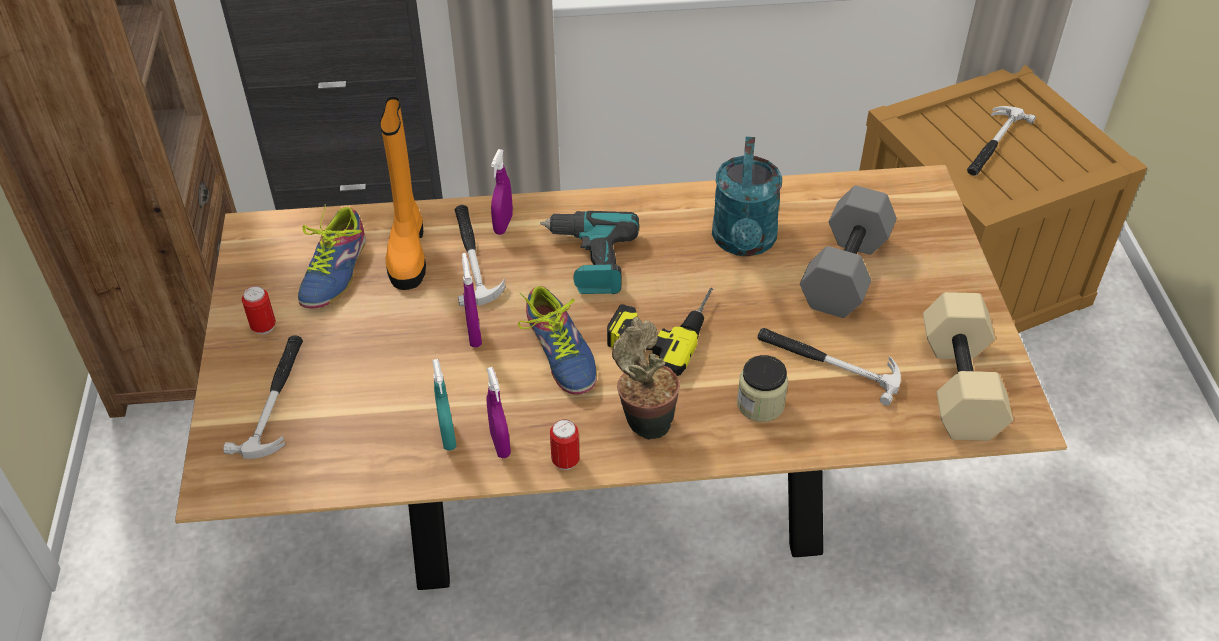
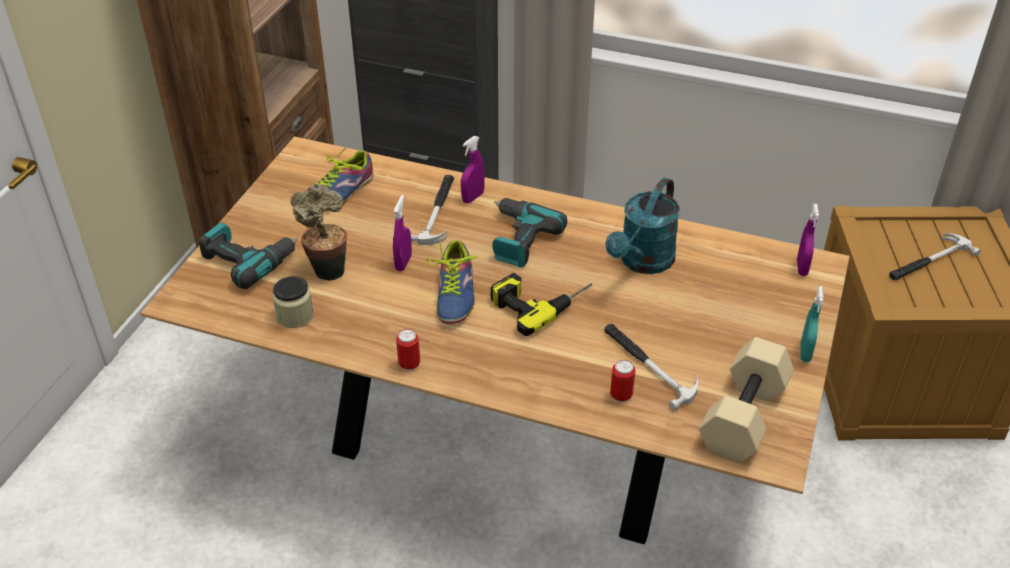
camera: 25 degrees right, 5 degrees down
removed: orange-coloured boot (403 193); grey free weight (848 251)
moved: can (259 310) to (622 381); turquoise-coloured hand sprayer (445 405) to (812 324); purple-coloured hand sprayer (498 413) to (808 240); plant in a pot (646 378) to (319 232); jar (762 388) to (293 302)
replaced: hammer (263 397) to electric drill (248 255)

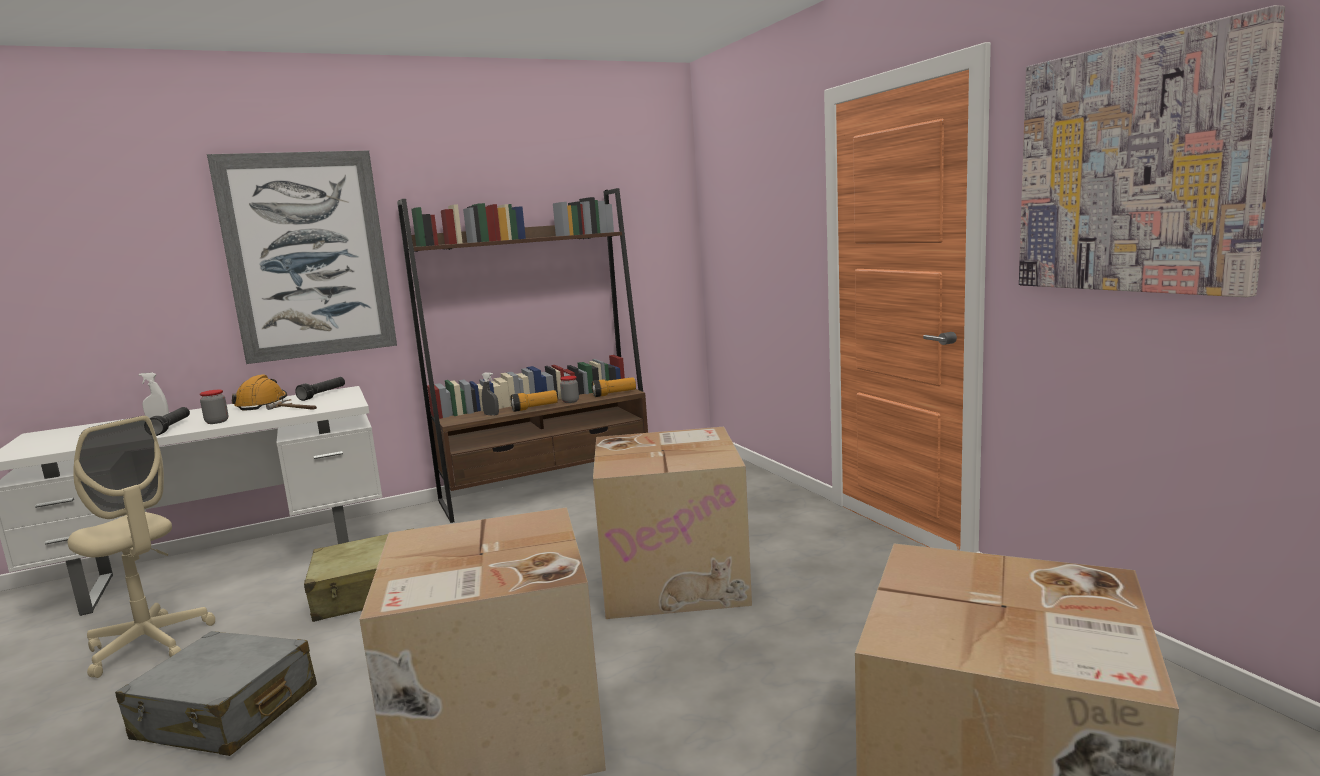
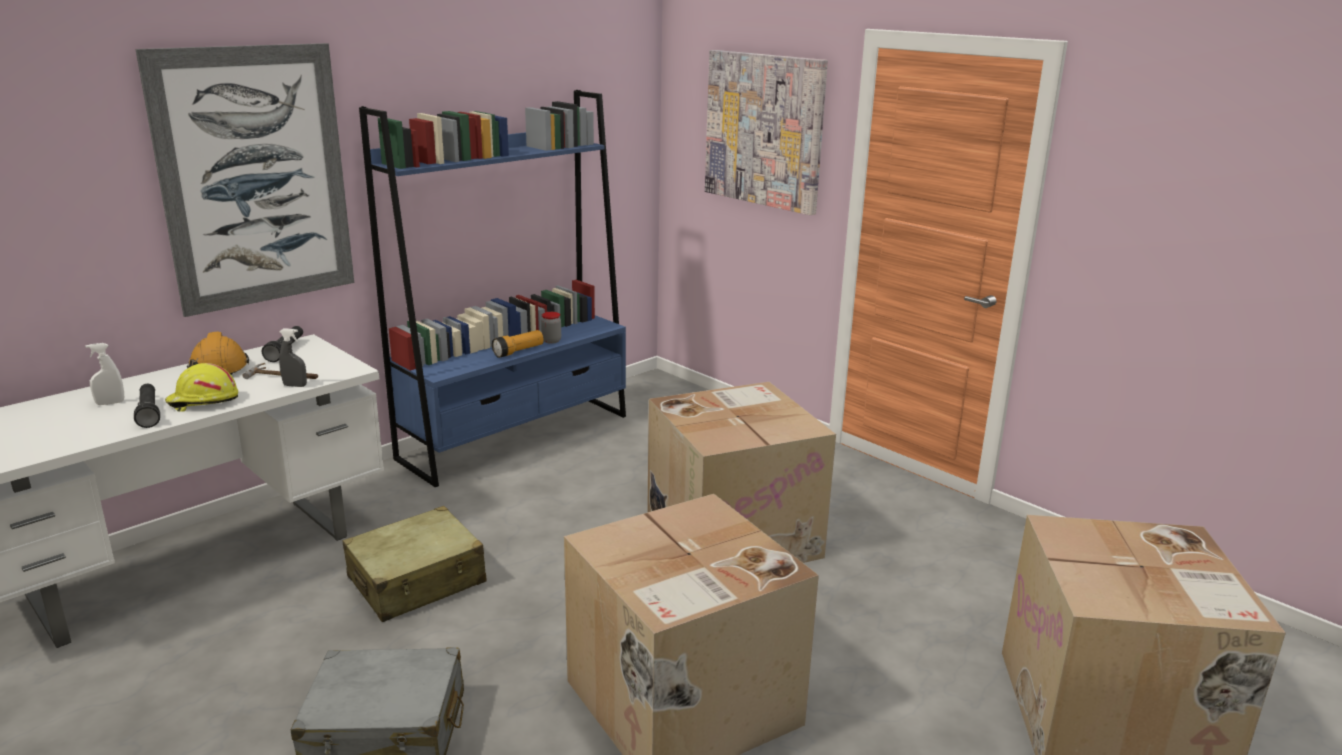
camera: 20 degrees left, 10 degrees up
removed: sand-coloured desk chair (141 547); torch (614 387)
moved: grey hand sprayer (490 394) to (293 357); wall art (1152 151) to (766 132)
replaced: jar (214 407) to yellowish safety helmet (201 387)
recoloured: brown-coloured bookcase (522 355) to blue bookcase (492 288)

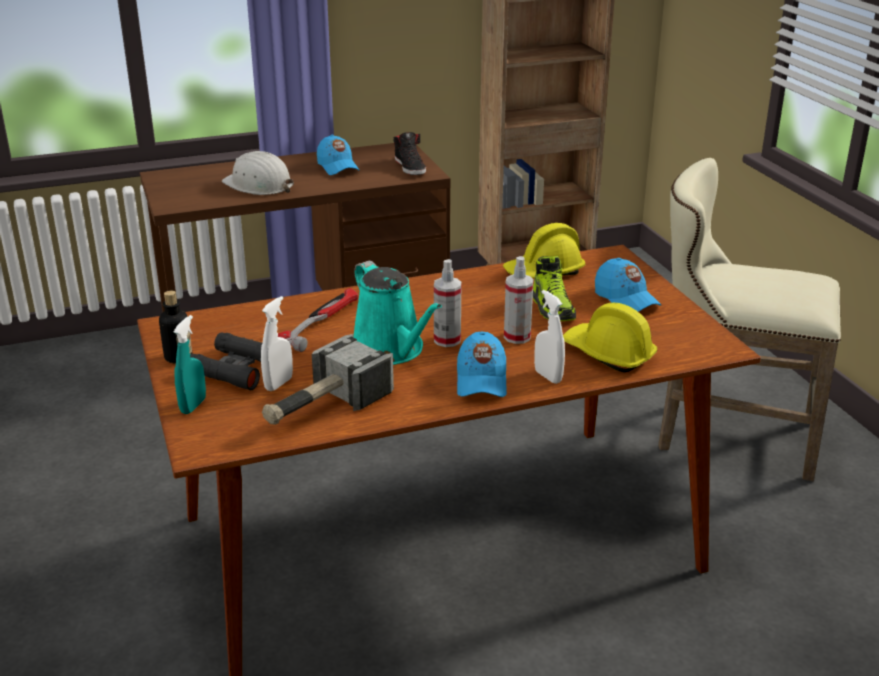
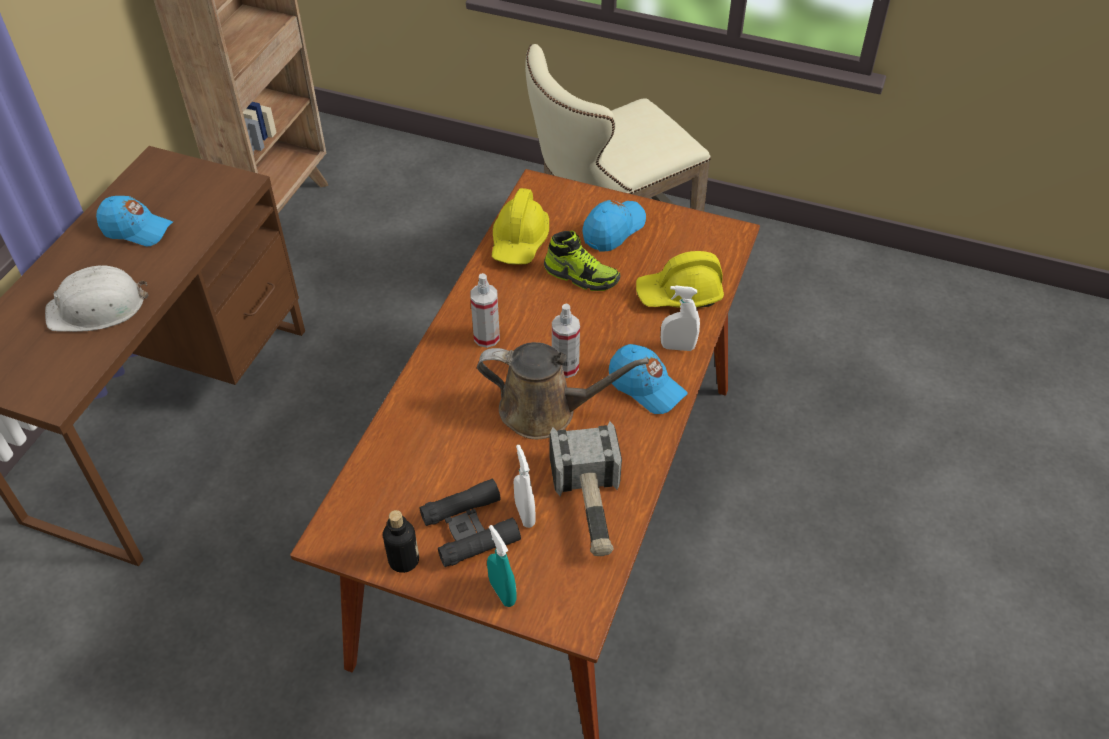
camera: 50 degrees left, 20 degrees up
removed: hammer (318 320); blackish low shoe (409 153)
moved: hand sprayer (519 300) to (485 310)
recoloured: turquoise-coloured watering pot (397 313) to brown-coloured watering pot (563 390)
turned: blue peaked cap (628 285) = (614 226) 60 degrees counterclockwise

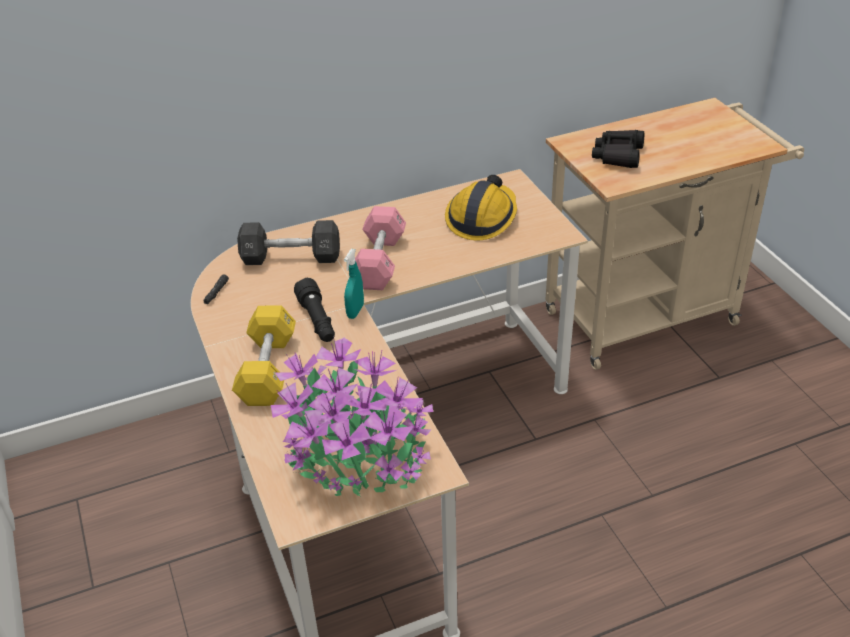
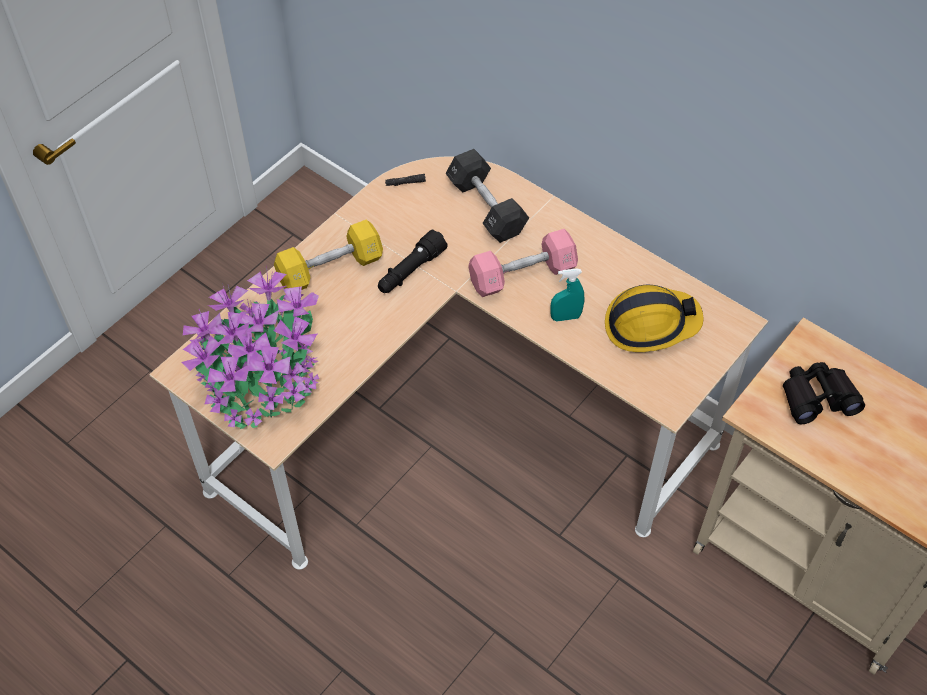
camera: 60 degrees right, 15 degrees up
moved: turquoise-coloured hand sprayer (354 284) to (567 294)

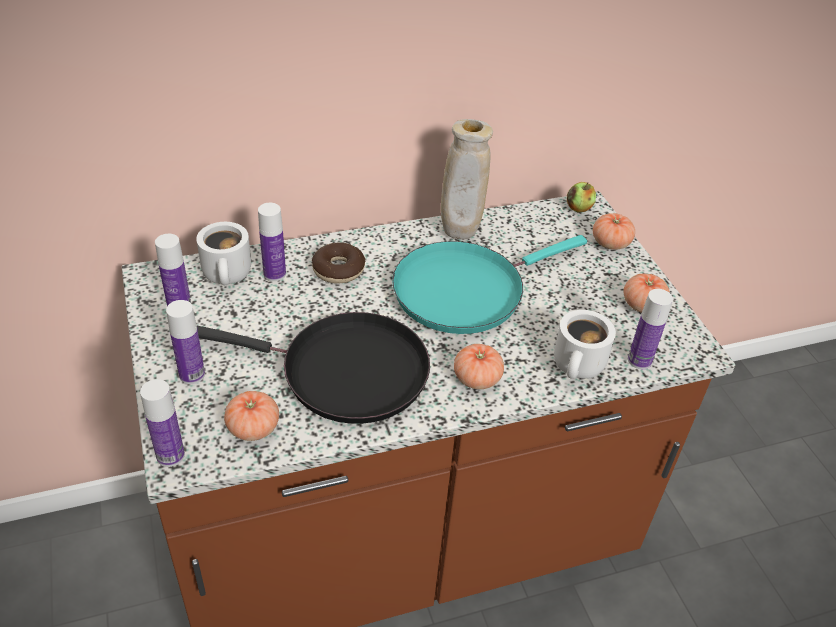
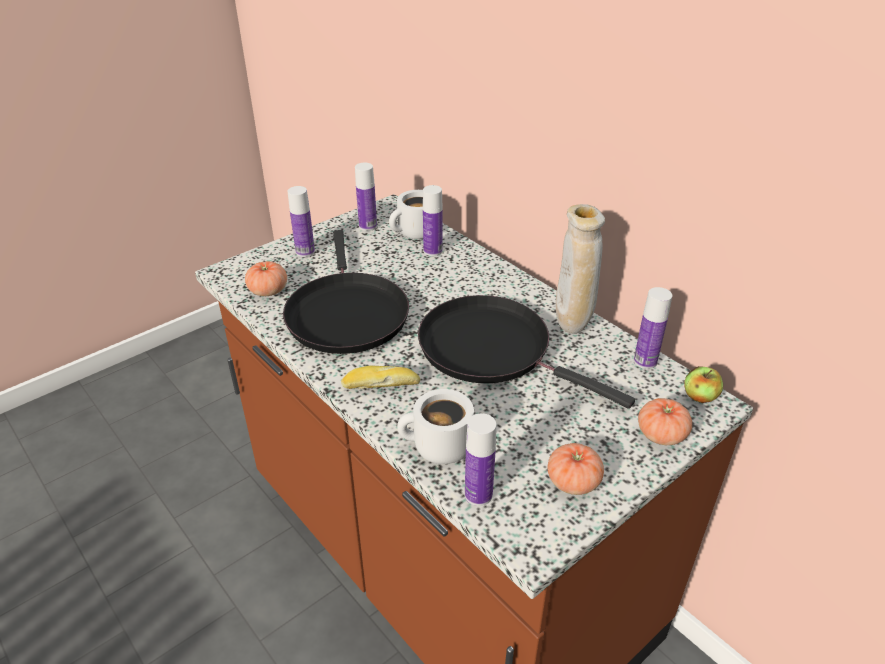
camera: 70 degrees right, 5 degrees down
removed: donut (339 263)
moved: drink bottle (162 423) to (653 328)
replaced: whole tomato (479 366) to baked bread (380 377)
recoloured: turquoise-coloured skillet (489 284) to blackish skillet (526 352)

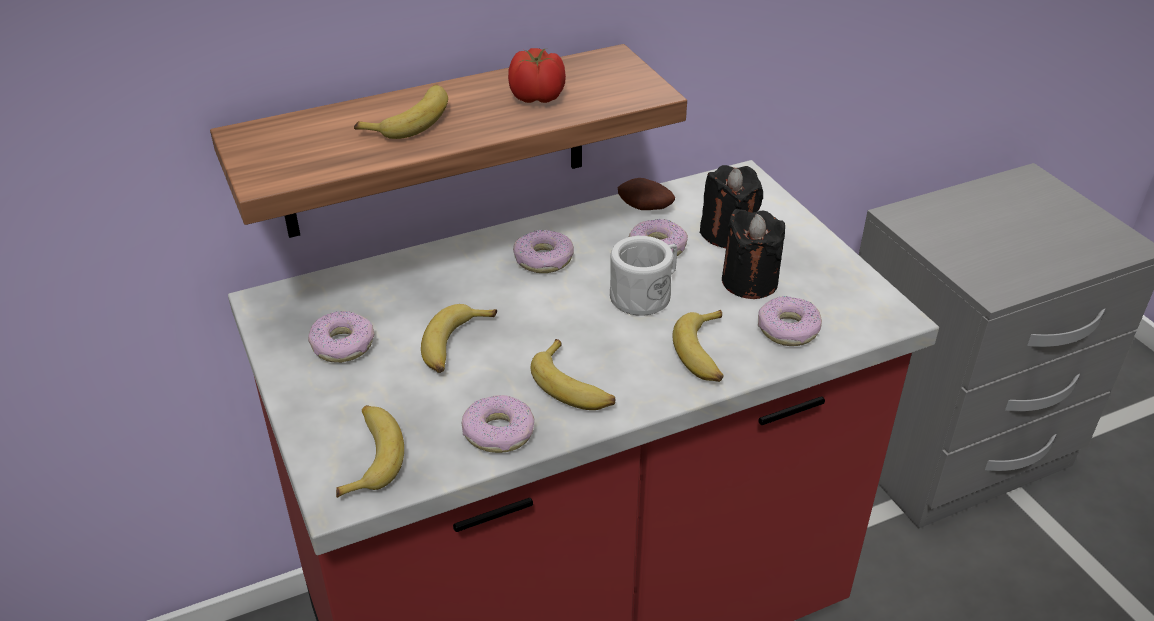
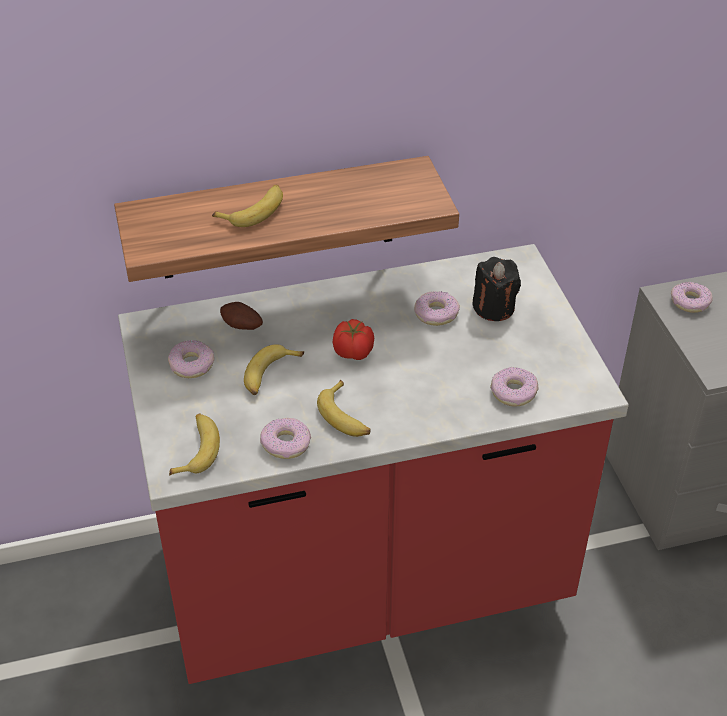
camera: 10 degrees right, 5 degrees up
removed: whitish coffee mug (643 276); banana (697 346); blackish candle (753 254)
moved: whole tomato (537 75) to (353 339); donut (543 251) to (692 297); whole potato (646 194) to (241 316)

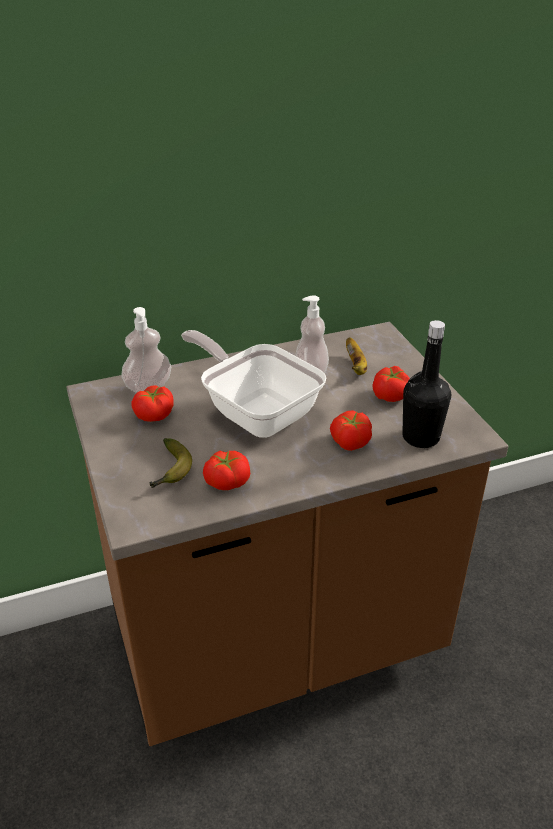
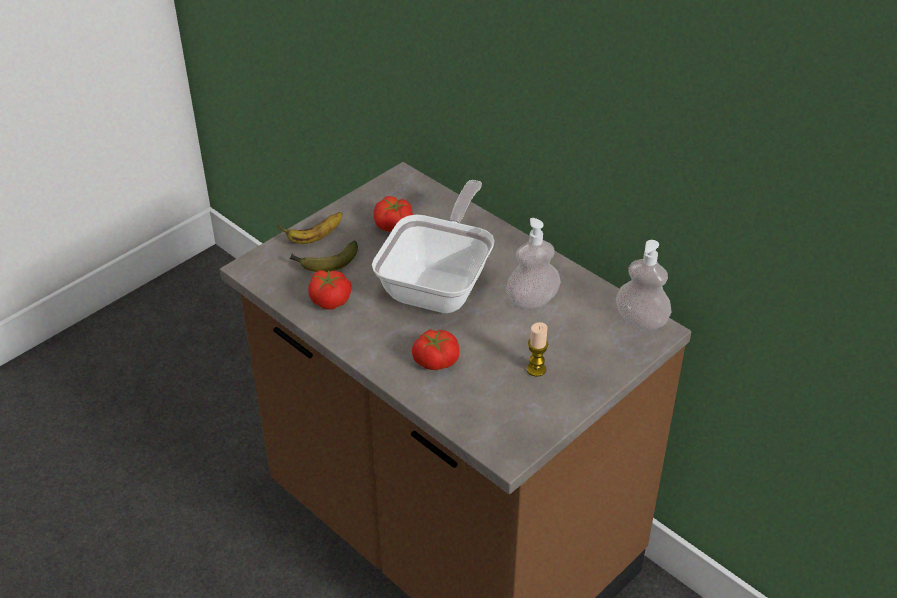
camera: 65 degrees right, 5 degrees up
removed: blackish drink bottle (426 384)
moved: soap bottle (146 350) to (644 285); banana (356 356) to (310 228)
replaced: whole tomato (391 384) to candle (537 349)

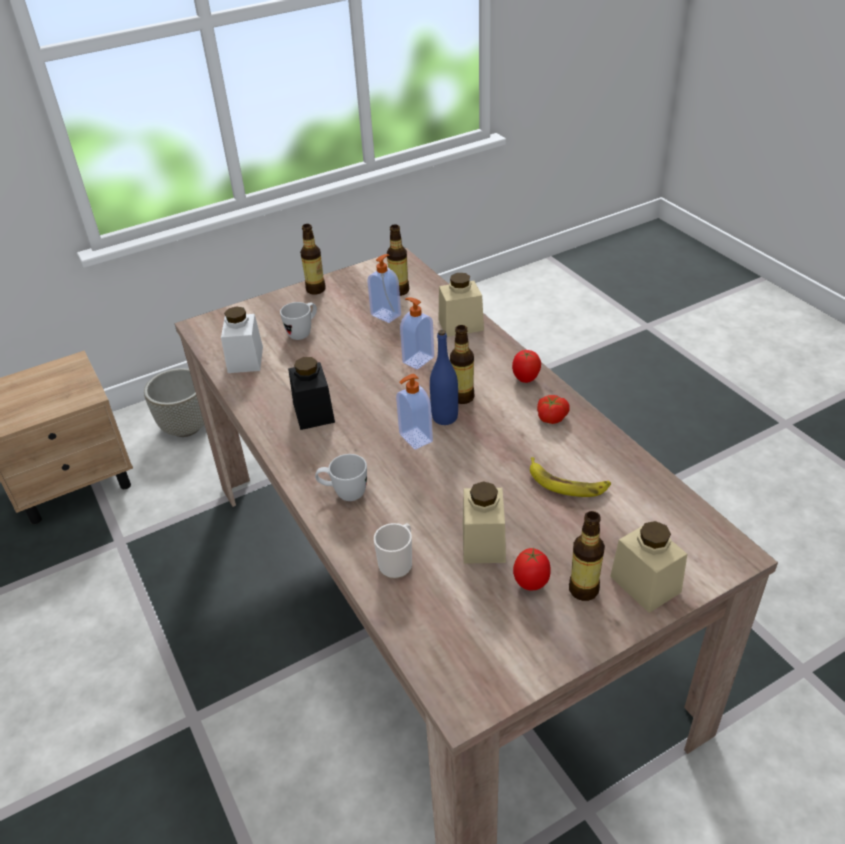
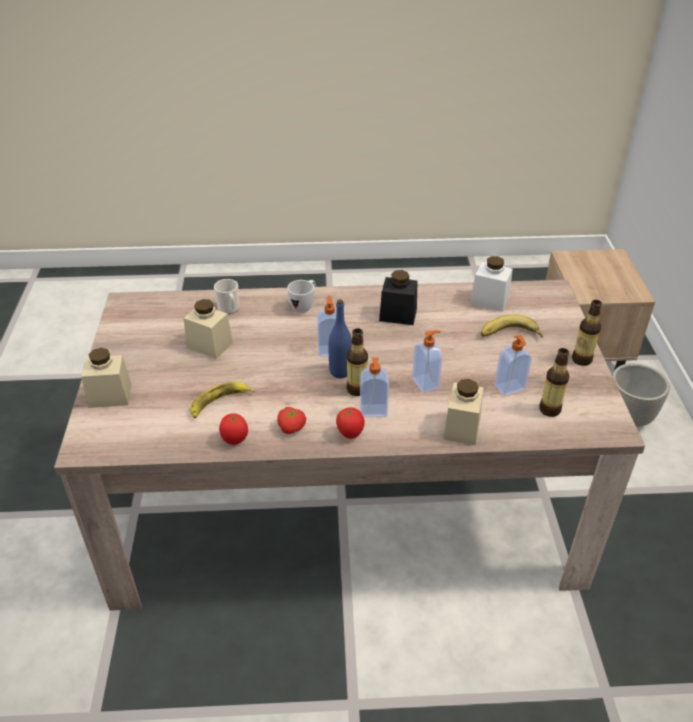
camera: 115 degrees right, 0 degrees up
removed: drink bottle (587 556)
added: soap bottle (374 387)
moved: whole tomato (532 569) to (233 429)
replaced: whitish coffee mug (298 321) to banana (512 326)

